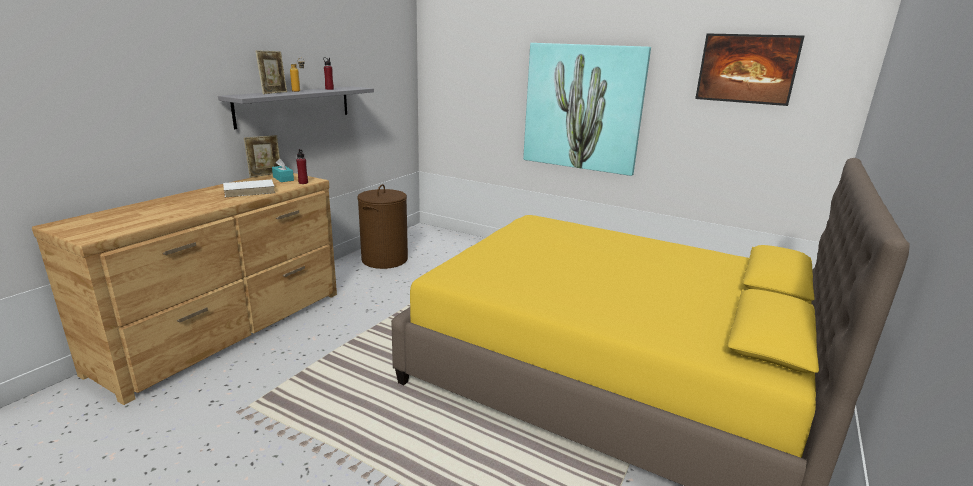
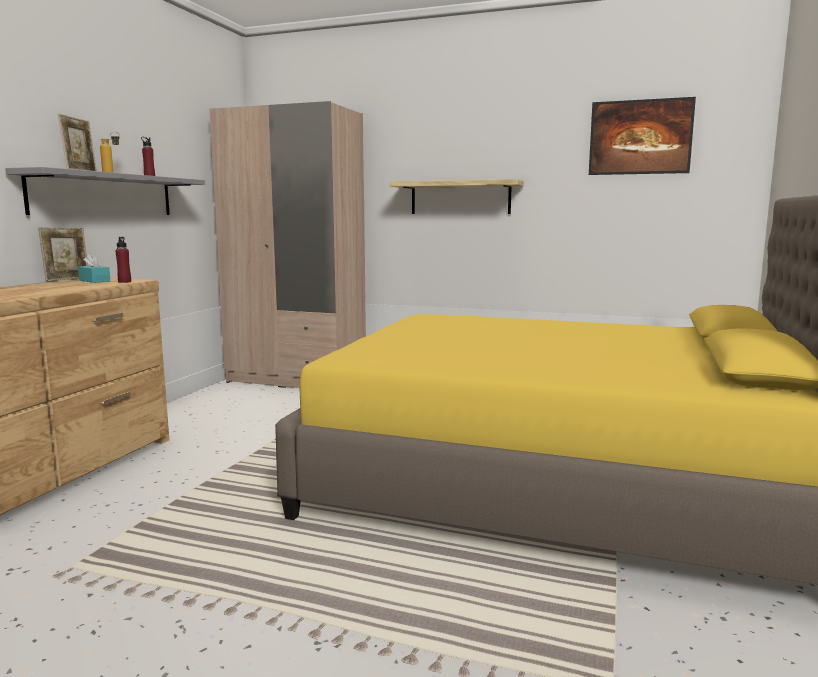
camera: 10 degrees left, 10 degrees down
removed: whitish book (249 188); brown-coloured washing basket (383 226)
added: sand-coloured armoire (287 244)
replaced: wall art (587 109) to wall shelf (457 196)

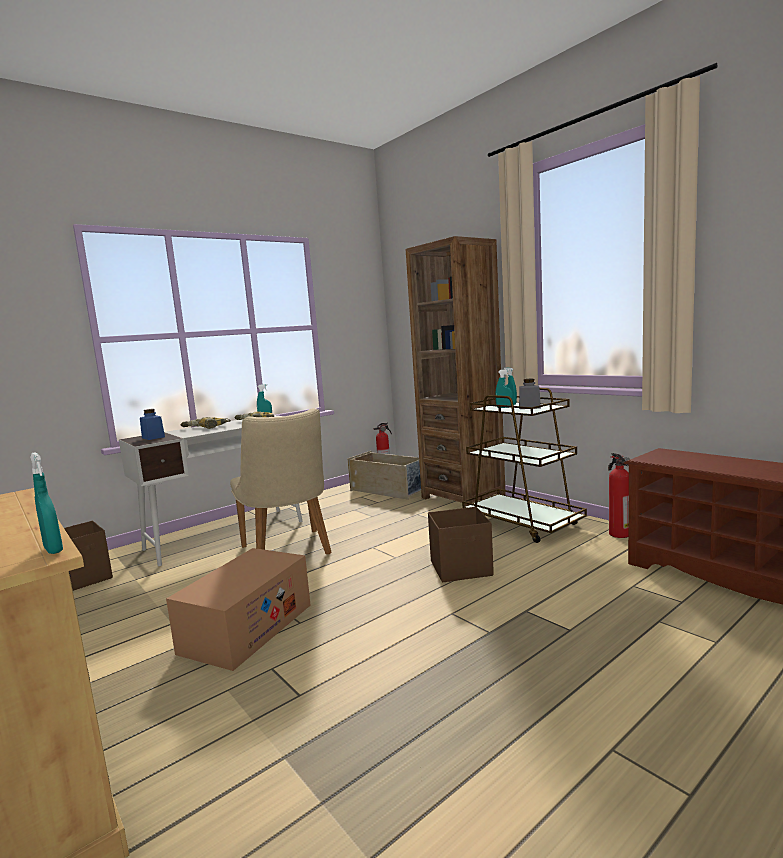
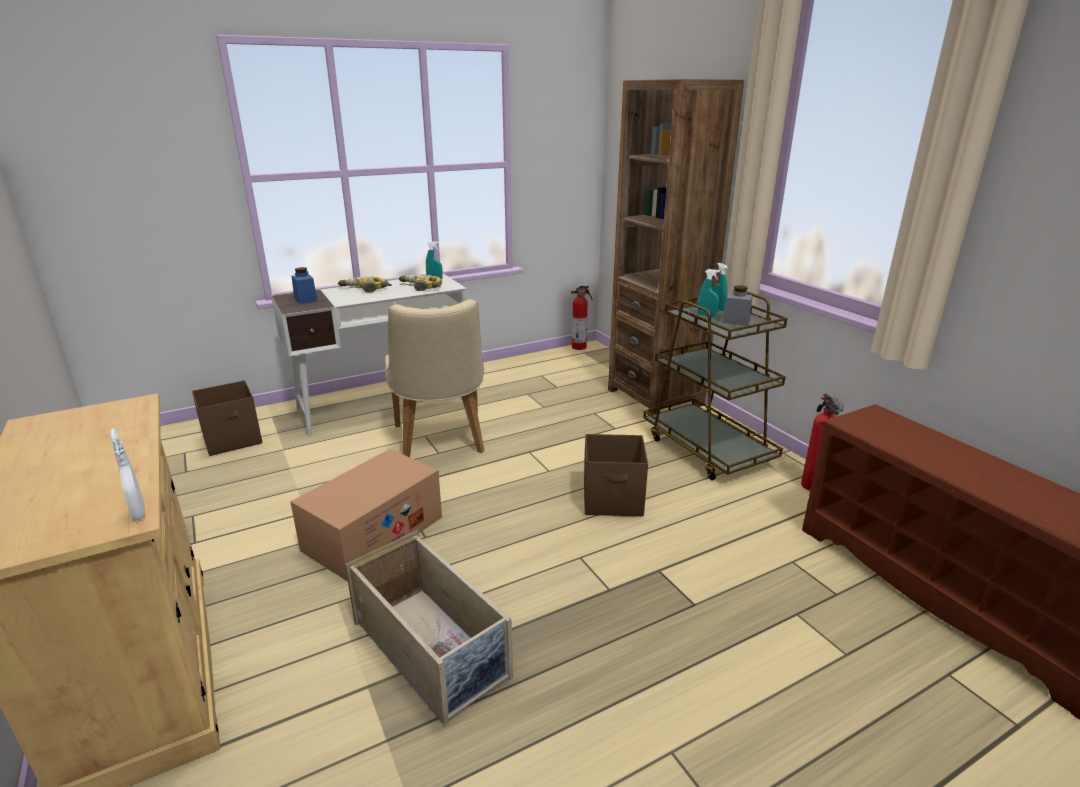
camera: 10 degrees right, 15 degrees up
moved: sand-coloured storage bin (384 475) to (429 628)
recoloured: turquoise-coloured hand sprayer (46 503) to whitish hand sprayer (127 474)

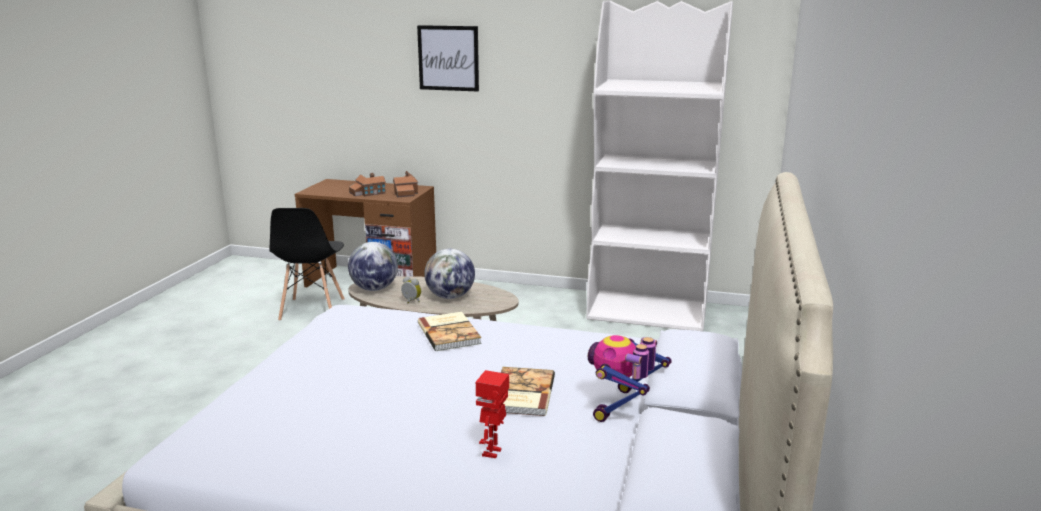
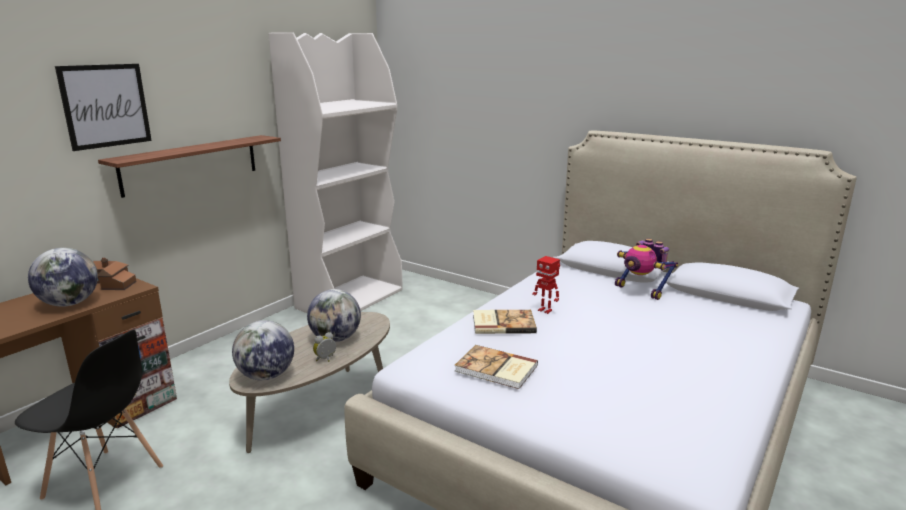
camera: 70 degrees left, 0 degrees up
added: wall shelf (189 166)
moved: toy robot (492 414) to (546 285); book (528 391) to (496 367)
replaced: model house (367 184) to world globe (63 277)

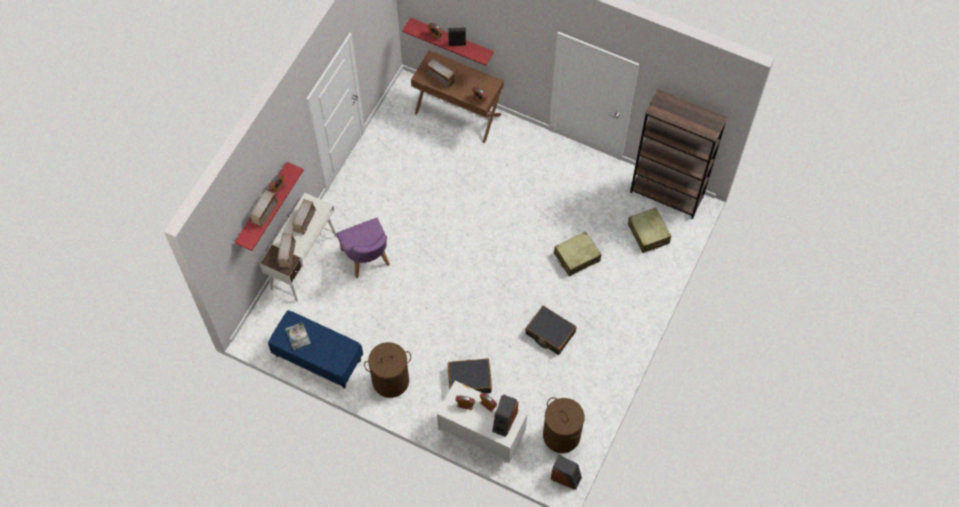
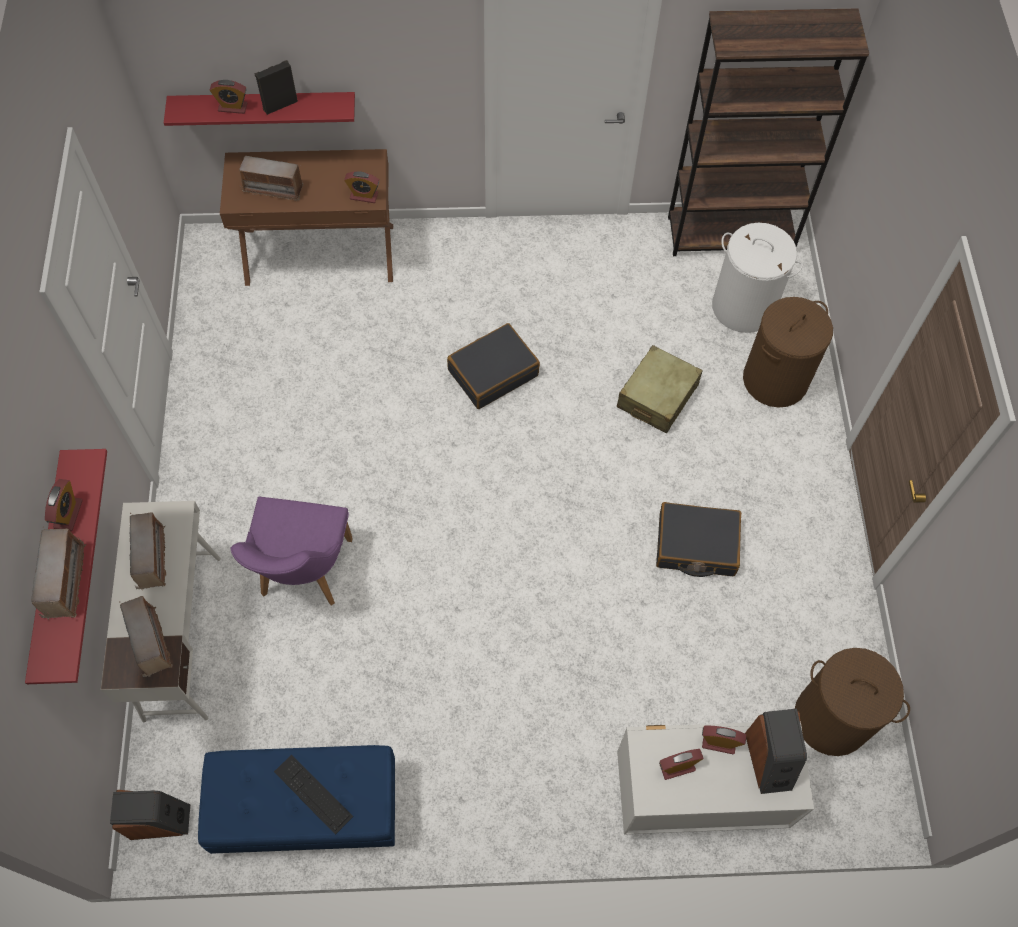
camera: 30 degrees left, 0 degrees up
removed: book (298 336)
added: PC keyboard (313 795)
moved: brown-coloured washing basket (387 370) to (788 352); blackish piece of luggage (470 376) to (493 366); audio speaker (566 472) to (150 815)
replaced: sand-coloured piece of luggage (649 230) to whitish washing basket (757 278)
turned: purple-coloured chair (363 248) = (292 551) 60 degrees clockwise

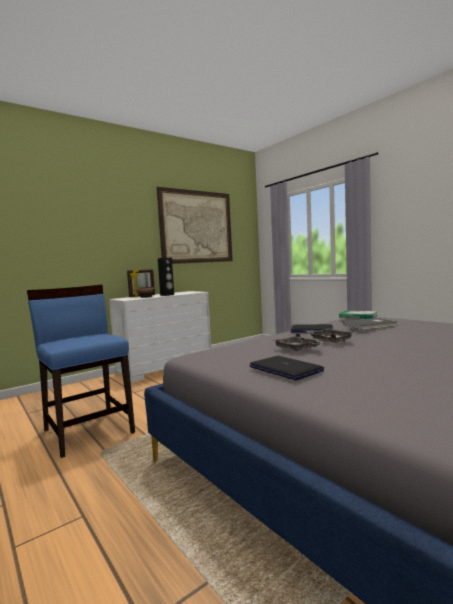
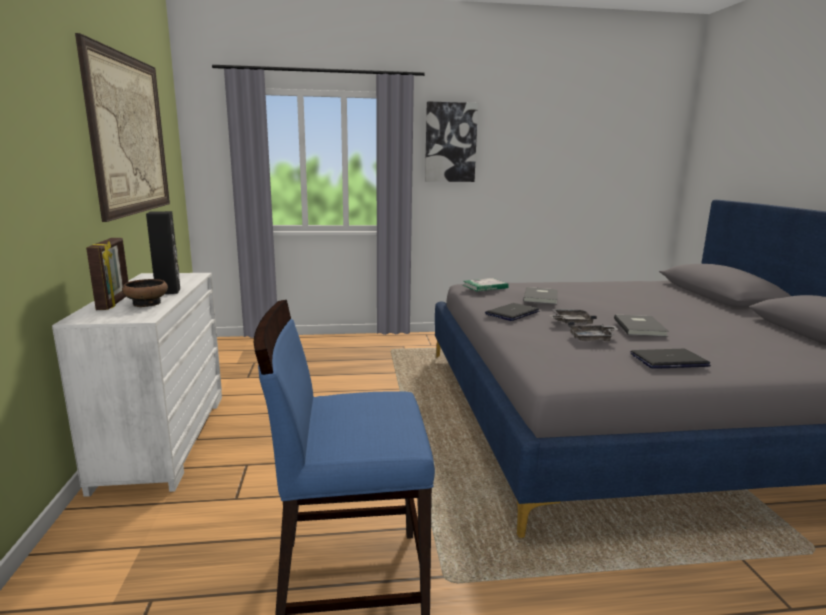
camera: 60 degrees left, 10 degrees up
added: wall art (451 141); grey book (641 325)

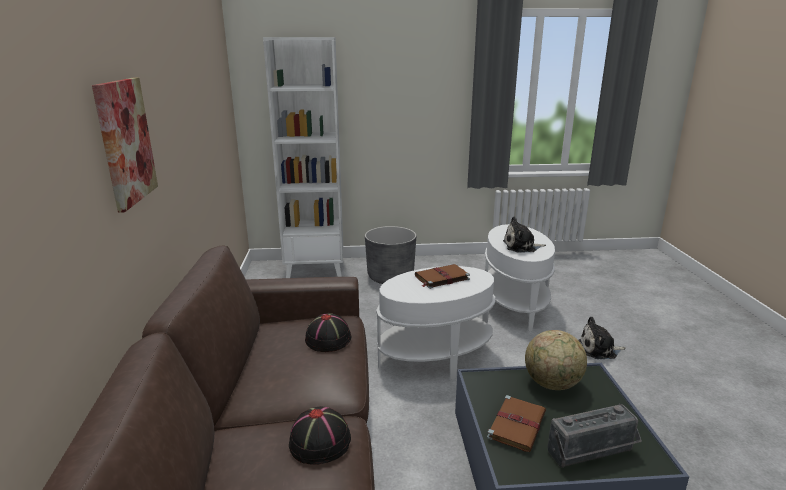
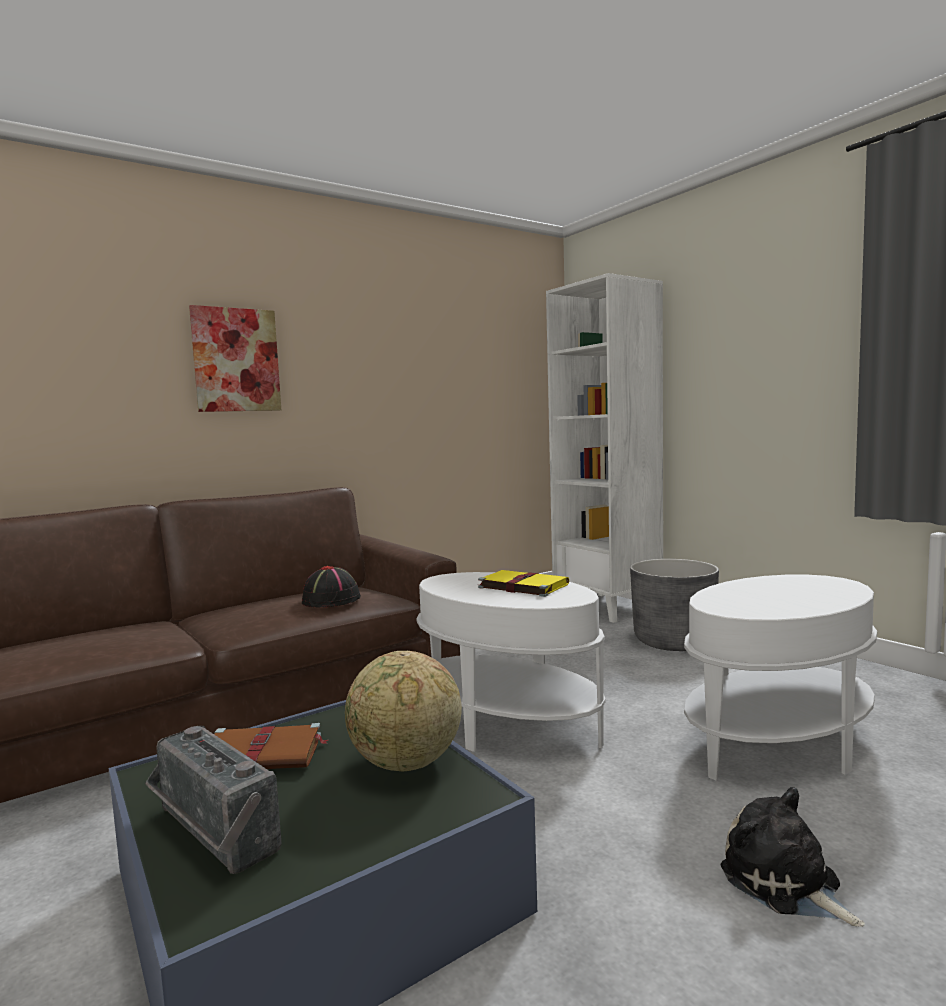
camera: 60 degrees right, 15 degrees down
removed: blackish wearable hat (320 435); plush toy (524 234)
recoloured: brown-coloured book (442 276) to yellowish book (523 583)

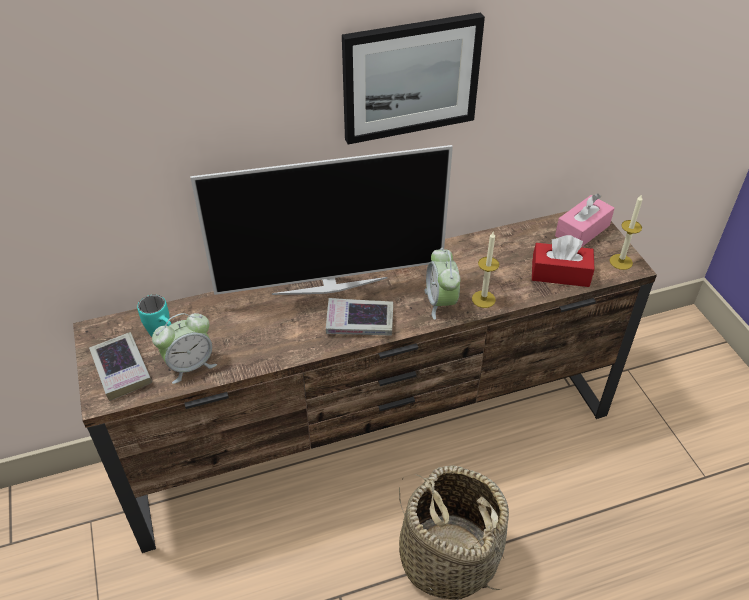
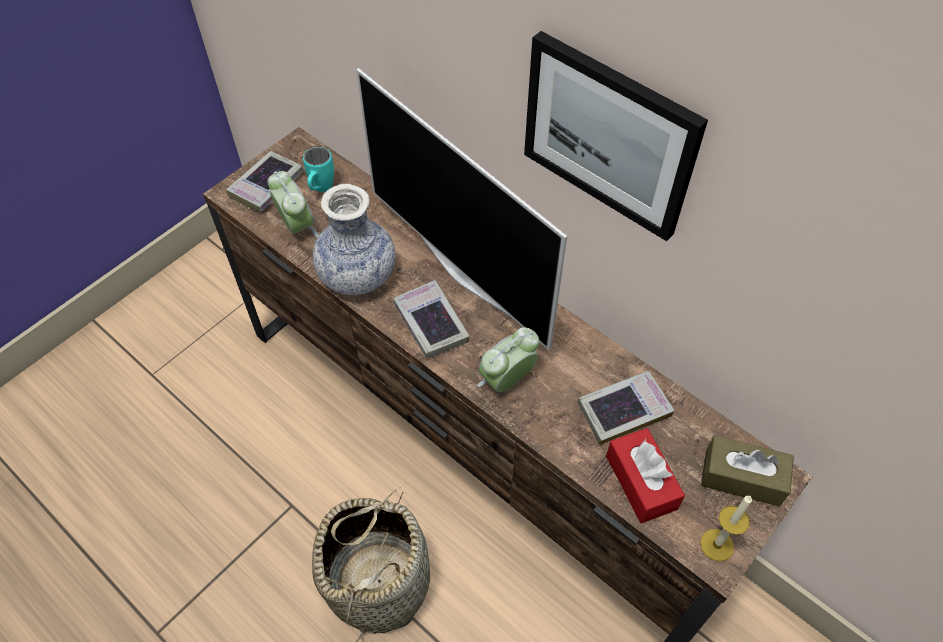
camera: 60 degrees right, 10 degrees up
removed: candle (485 270)
added: flower vase (354 239); book (626 408)
recoloured: pinkish tissue holder (585 220) to brown-coloured tissue holder (747 470)
turned: bedside clock (184 348) = (293 204) 150 degrees counterclockwise

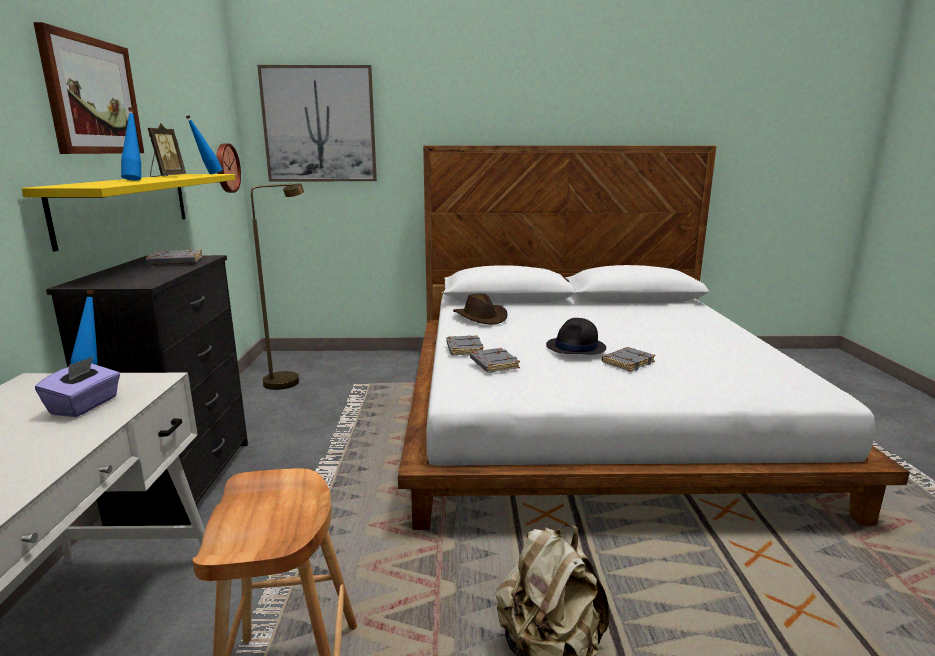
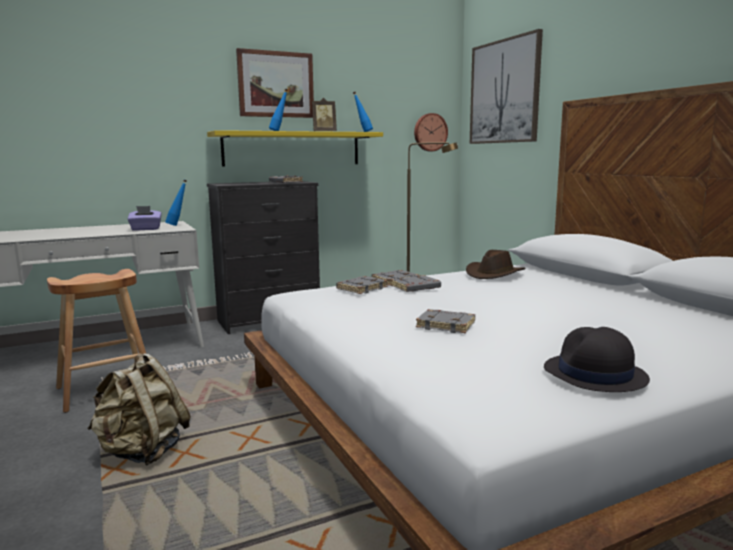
camera: 65 degrees right, 5 degrees down
added: grey book (415 283)
moved: blackish wearable hat (576 336) to (597 359)

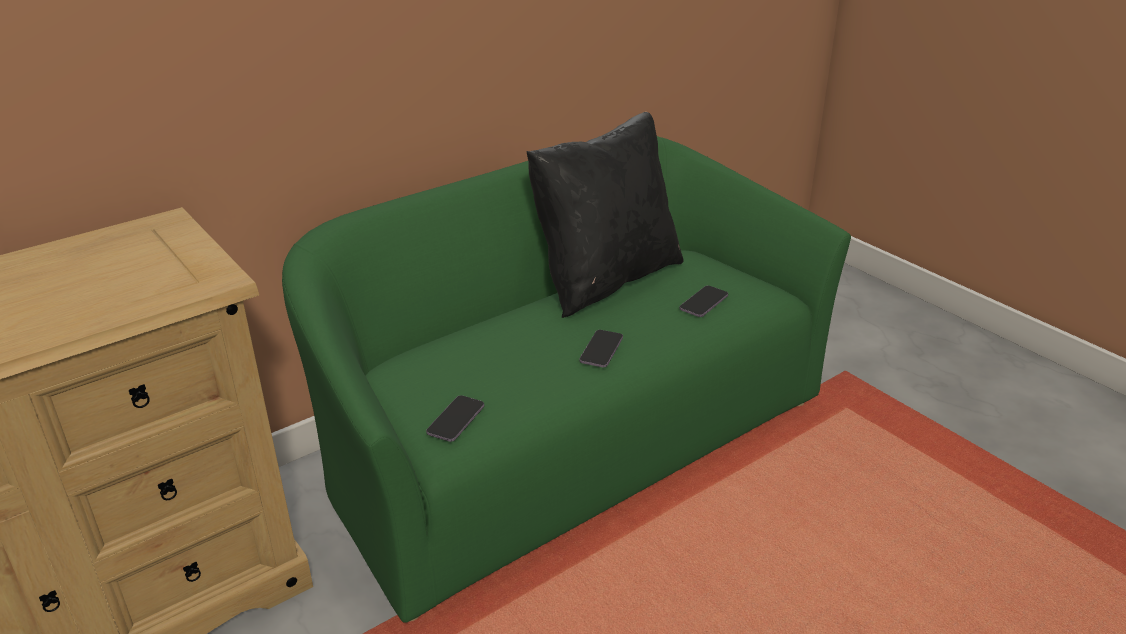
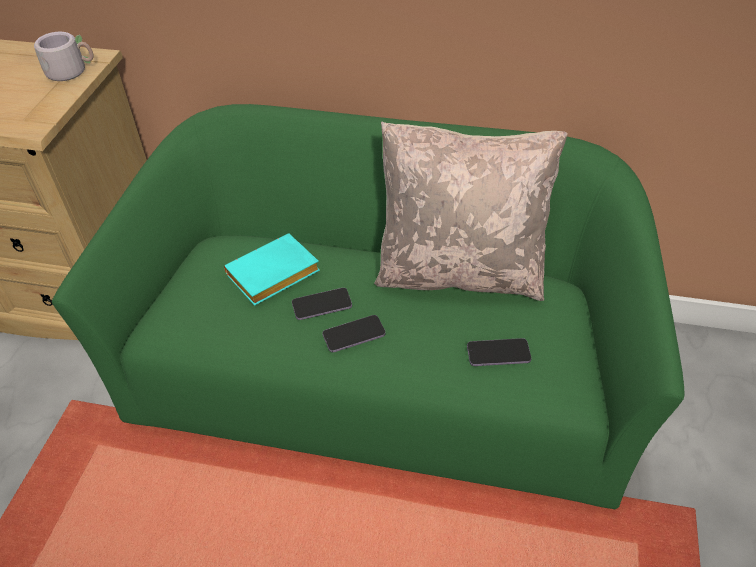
camera: 50 degrees right, 15 degrees up
added: grey coffee mug (64 56); turquoise-coloured book (272 269)
moved: handset (455 418) to (322 304)
recoloured: blackish cushion (605 215) to sand-coloured cushion (471 211)

